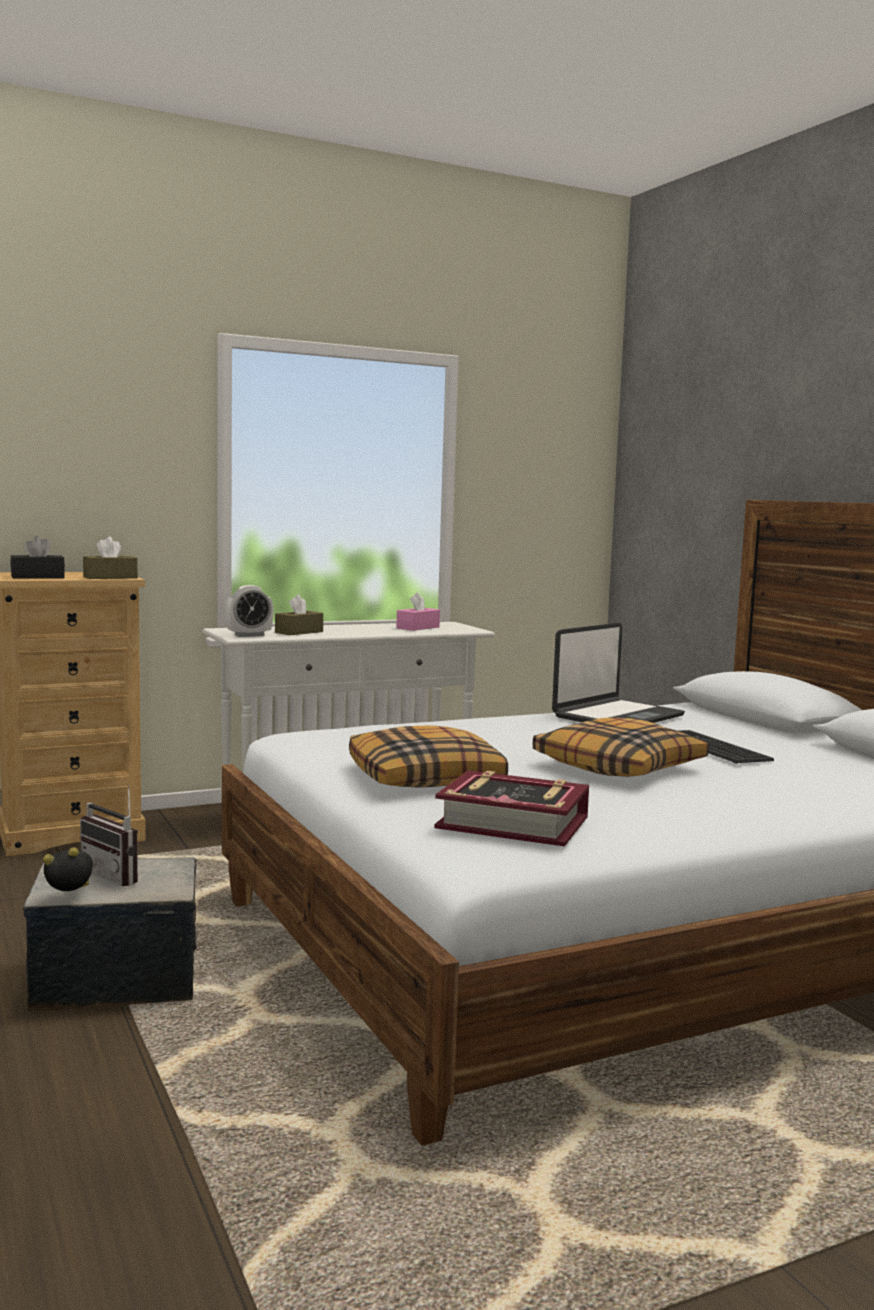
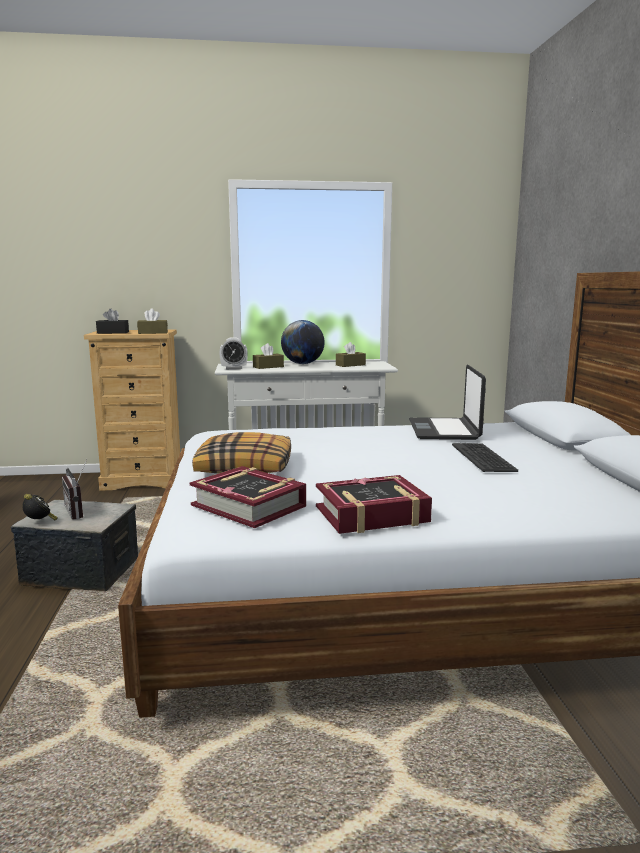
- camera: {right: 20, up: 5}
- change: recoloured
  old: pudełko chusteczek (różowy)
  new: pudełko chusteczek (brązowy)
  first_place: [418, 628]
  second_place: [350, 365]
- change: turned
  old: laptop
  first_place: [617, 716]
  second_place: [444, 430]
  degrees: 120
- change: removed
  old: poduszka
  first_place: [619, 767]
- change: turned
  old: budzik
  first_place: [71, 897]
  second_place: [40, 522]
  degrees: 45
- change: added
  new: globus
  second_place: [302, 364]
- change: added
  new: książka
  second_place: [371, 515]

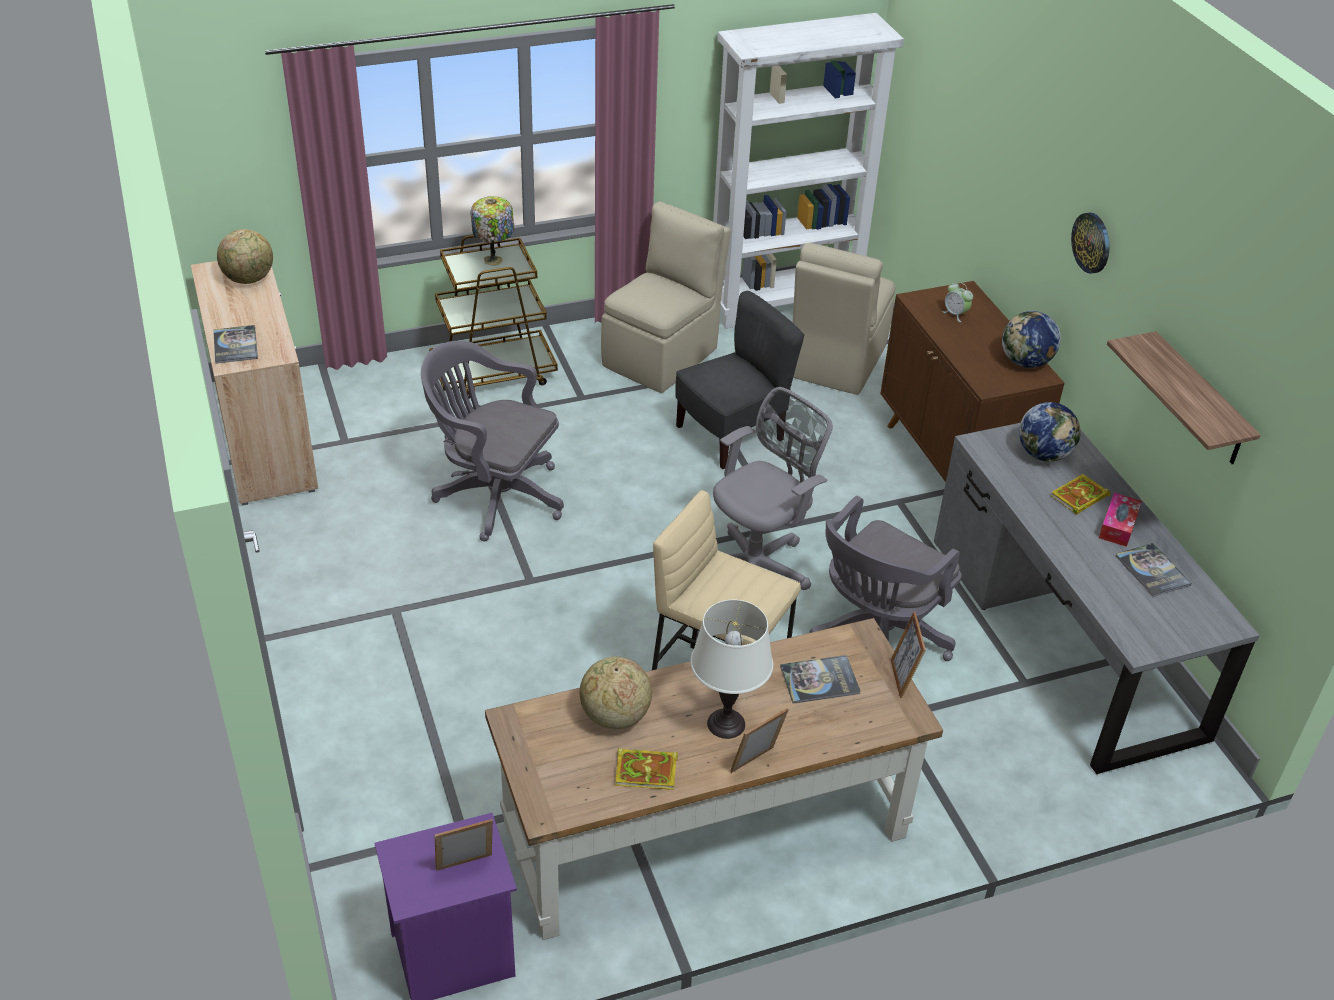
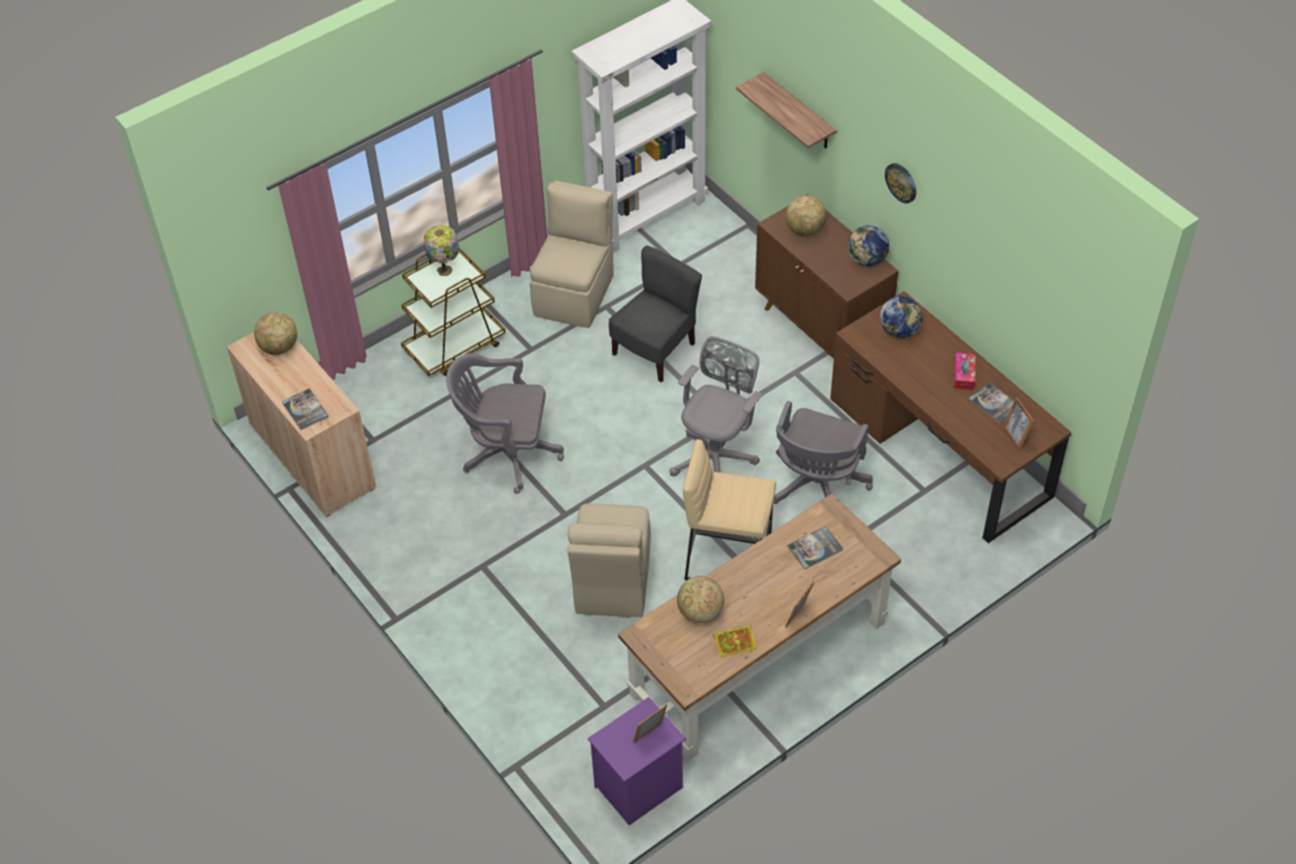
- camera: {right: -15, up: 10}
- change: moved
  old: krzesło (beżowy)
  first_place: [835, 362]
  second_place: [612, 582]
- change: replaced
  old: budzik
  new: globus
  first_place: [955, 314]
  second_place: [805, 230]
- change: moved
  old: półka
  first_place: [1199, 401]
  second_place: [799, 112]
- change: recoloured
  old: biurko (szary)
  new: biurko (brązowy)
  first_place: [1064, 636]
  second_place: [939, 448]
- change: removed
  old: książka
  first_place: [1078, 497]
- change: removed
  old: lampa stołowa (biały)
  first_place: [726, 723]
- change: moved
  old: ramka na zdjęcie
  first_place: [902, 678]
  second_place: [1014, 437]

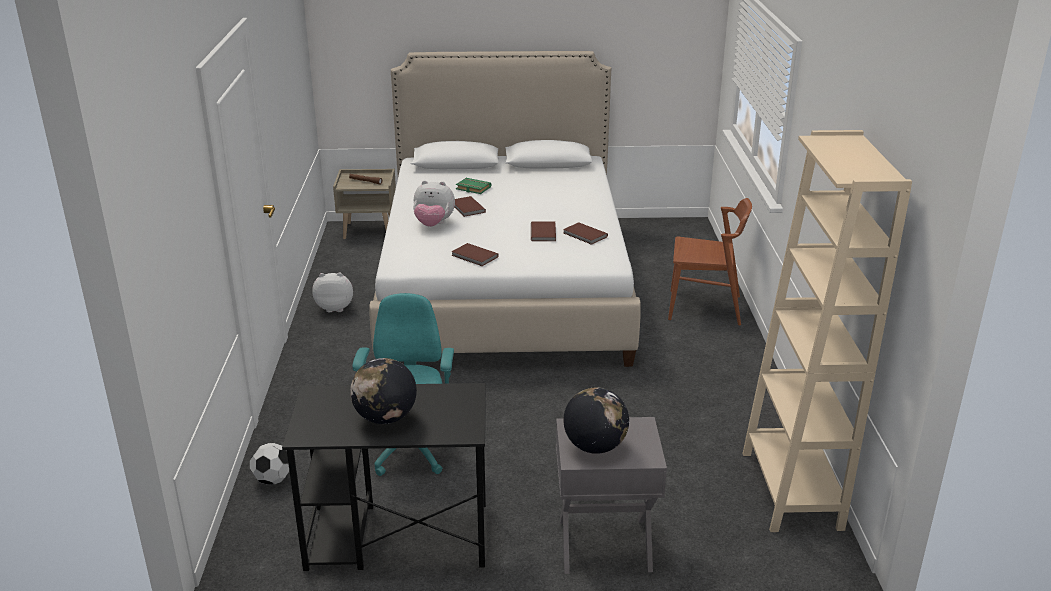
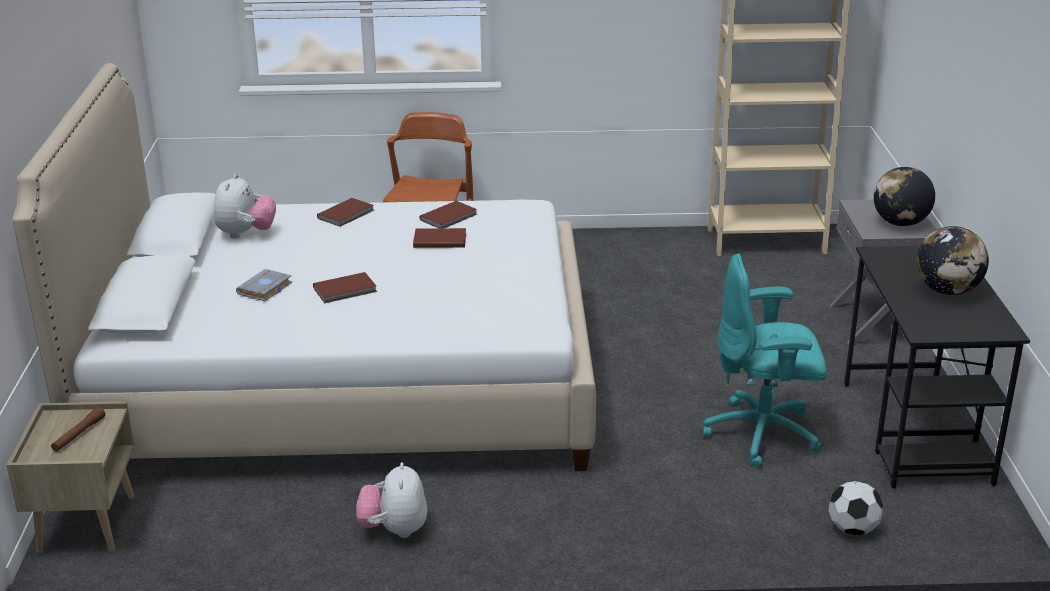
- camera: {right: -90, up: 0}
- change: recoloured
  old: książka (zielony)
  new: książka (szary)
  first_place: [472, 188]
  second_place: [265, 289]
- change: moved
  old: pluszak
  first_place: [433, 224]
  second_place: [245, 234]
- change: moved
  old: książka (brązowy)
  first_place: [474, 256]
  second_place: [347, 214]

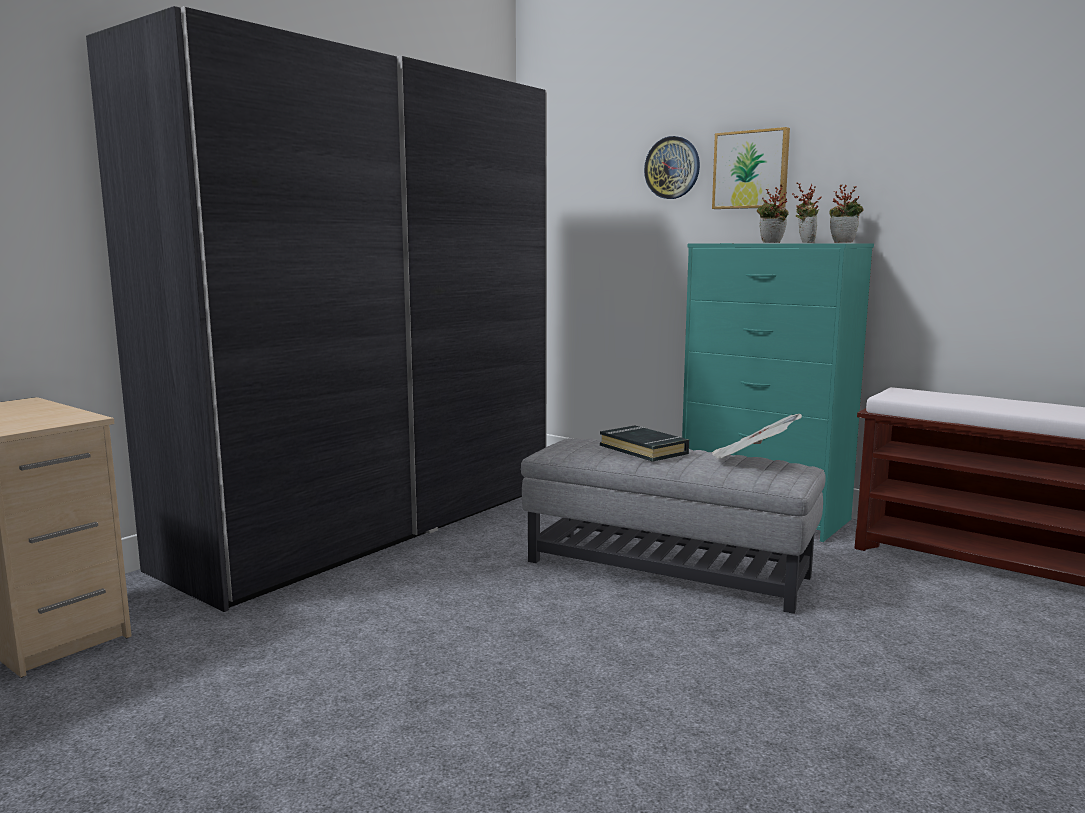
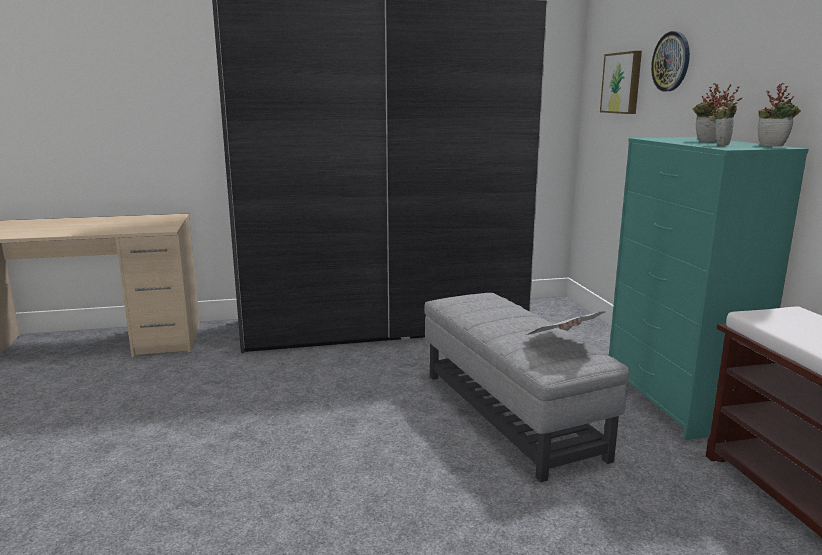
- camera: {right: 40, up: 5}
- change: moved
  old: obraz
  first_place: [751, 170]
  second_place: [622, 83]
- change: removed
  old: książka (czarny)
  first_place: [644, 449]

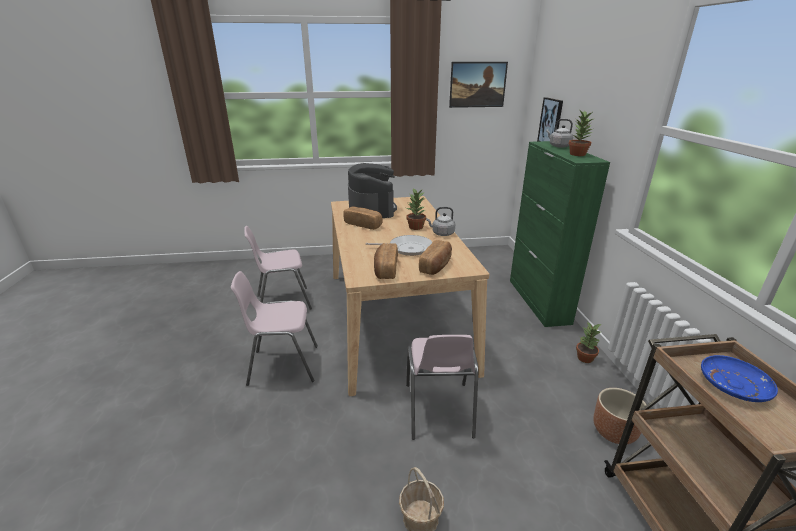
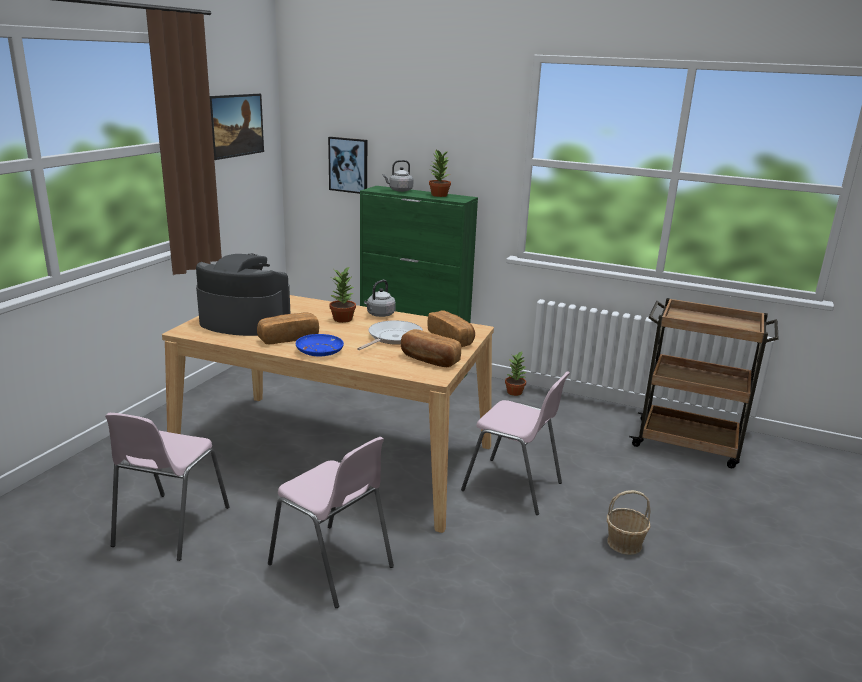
- camera: {right: -60, up: -5}
- change: turned
  old: krzesło (różowy)
  first_place: [283, 365]
  second_place: [332, 566]
  degrees: -75
- change: moved
  old: talerz (niebieski)
  first_place: [733, 385]
  second_place: [319, 351]
- change: removed
  old: donica (brązowy)
  first_place: [614, 432]

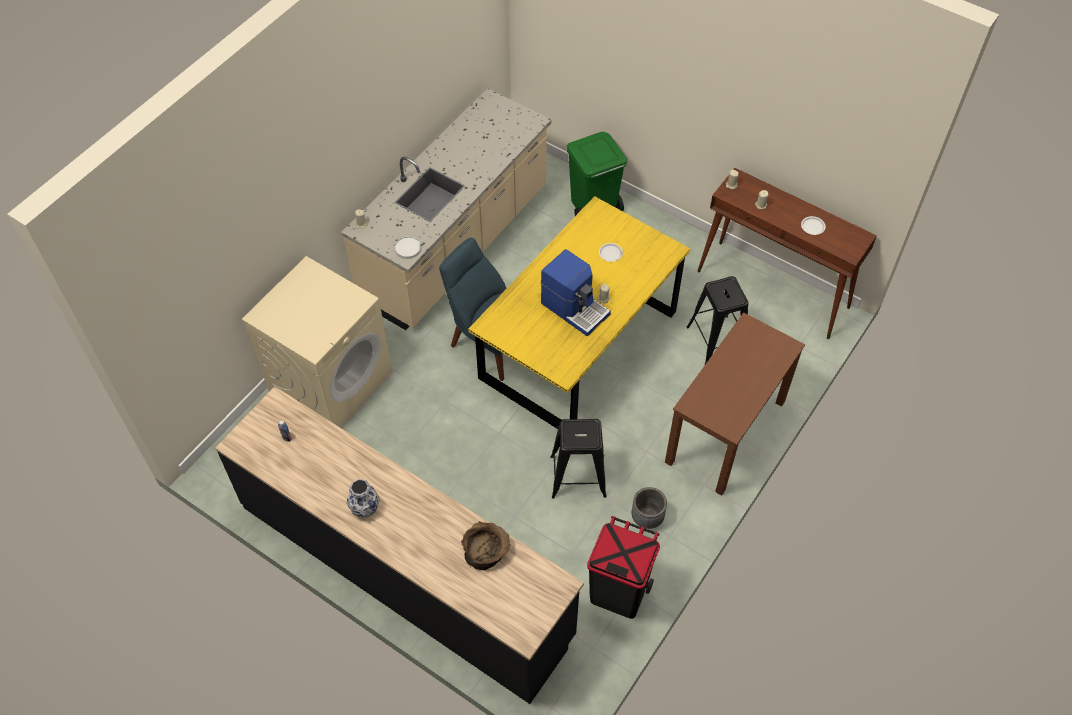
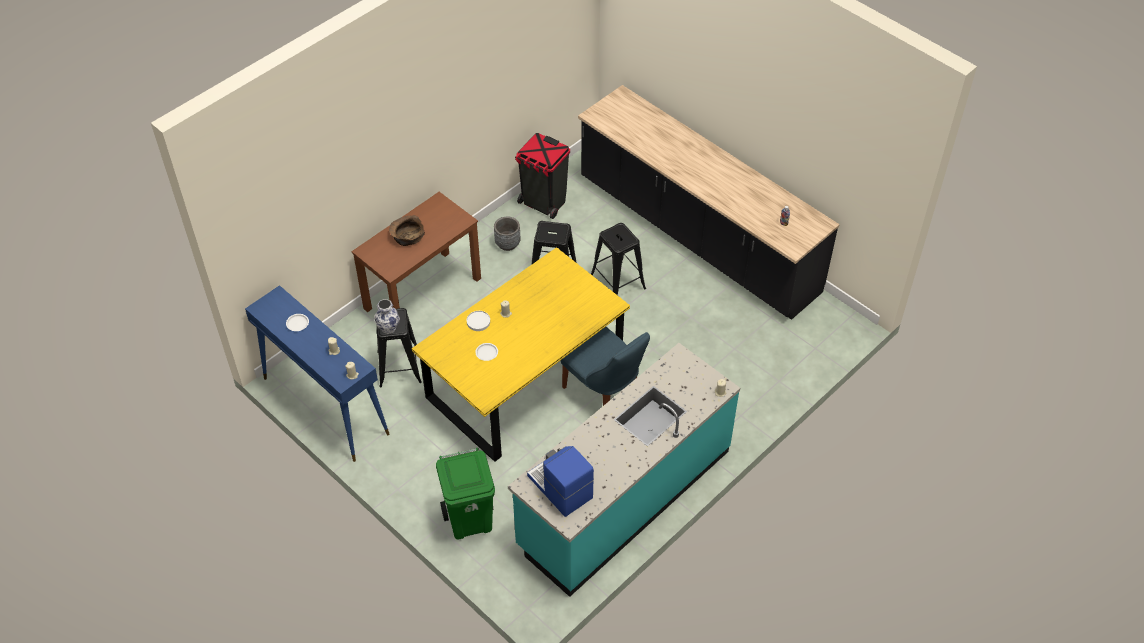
- camera: {right: -170, up: -5}
- change: recoloured
  old: zabudowa kuchenna (beżowy)
  new: zabudowa kuchenna (turkusowy)
  first_place: [456, 246]
  second_place: [623, 498]
- change: recoloured
  old: stolik konsolowy (brązowy)
  new: stolik konsolowy (niebieski)
  first_place: [773, 289]
  second_place: [325, 405]
- change: moved
  old: talerz (biały)
  first_place: [407, 249]
  second_place: [478, 322]
- change: moved
  old: ekspres do kawy
  first_place: [575, 308]
  second_place: [559, 488]
- change: removed
  old: pralka (beżowy)
  first_place: [331, 382]
- change: moved
  old: wazon
  first_place: [365, 509]
  second_place: [388, 327]
- change: moved
  old: miska (brązowy)
  first_place: [486, 550]
  second_place: [408, 237]
- change: added
  new: stołek (czarny)
  second_place: [617, 282]

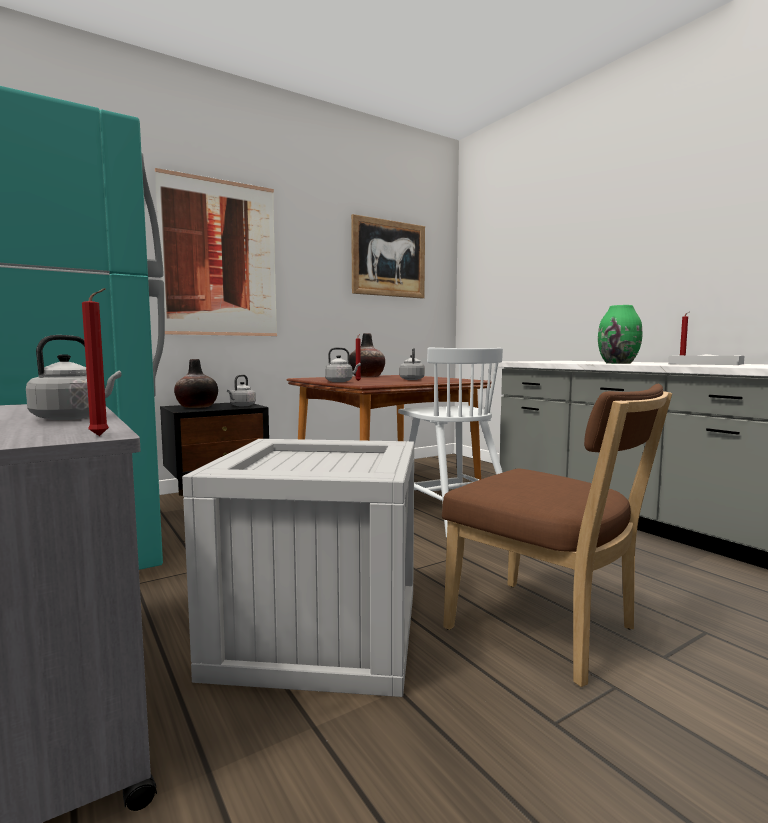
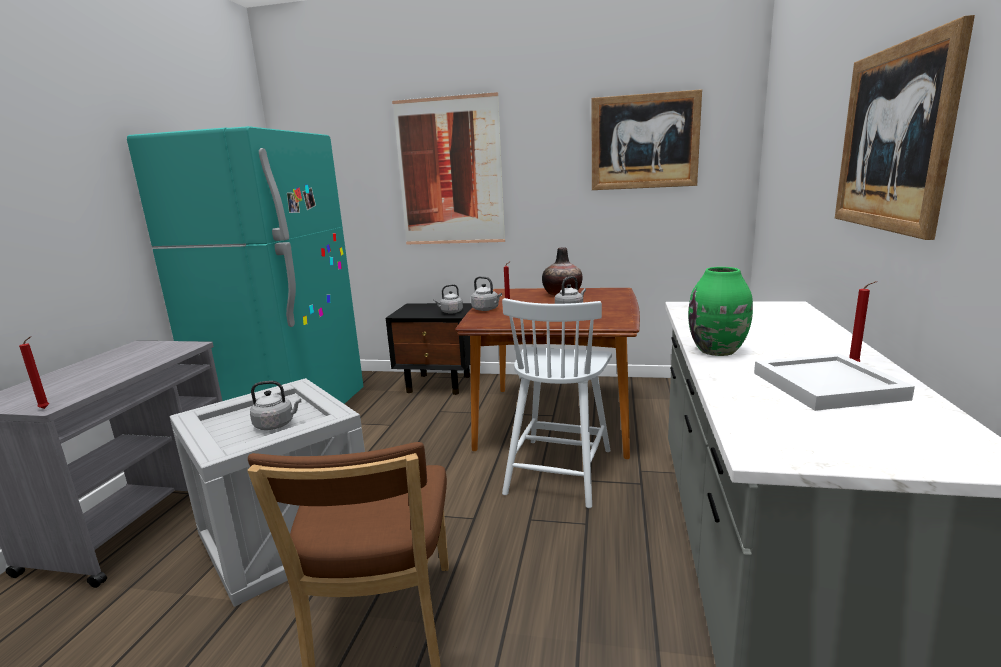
- camera: {right: 45, up: 10}
- change: moved
  old: czajnik (szary)
  first_place: [73, 417]
  second_place: [276, 425]
- change: removed
  old: wazon
  first_place: [197, 407]
- change: added
  new: obraz
  second_place: [893, 139]

